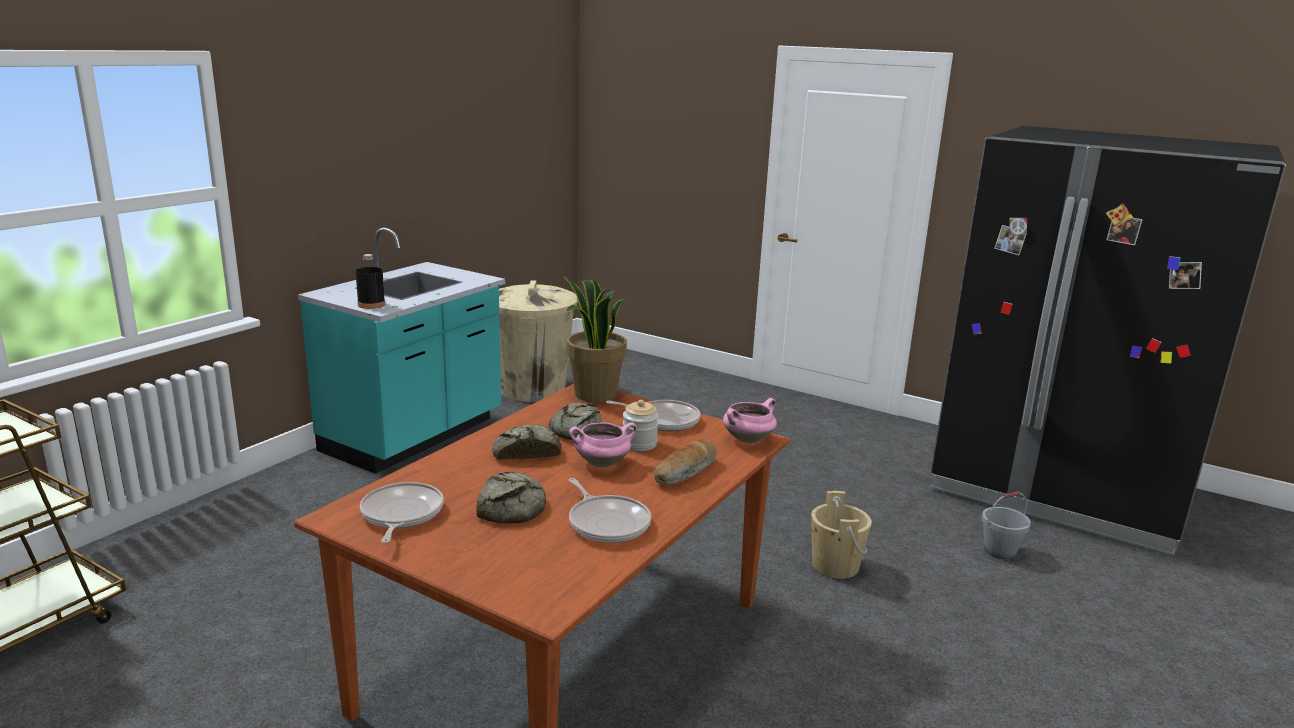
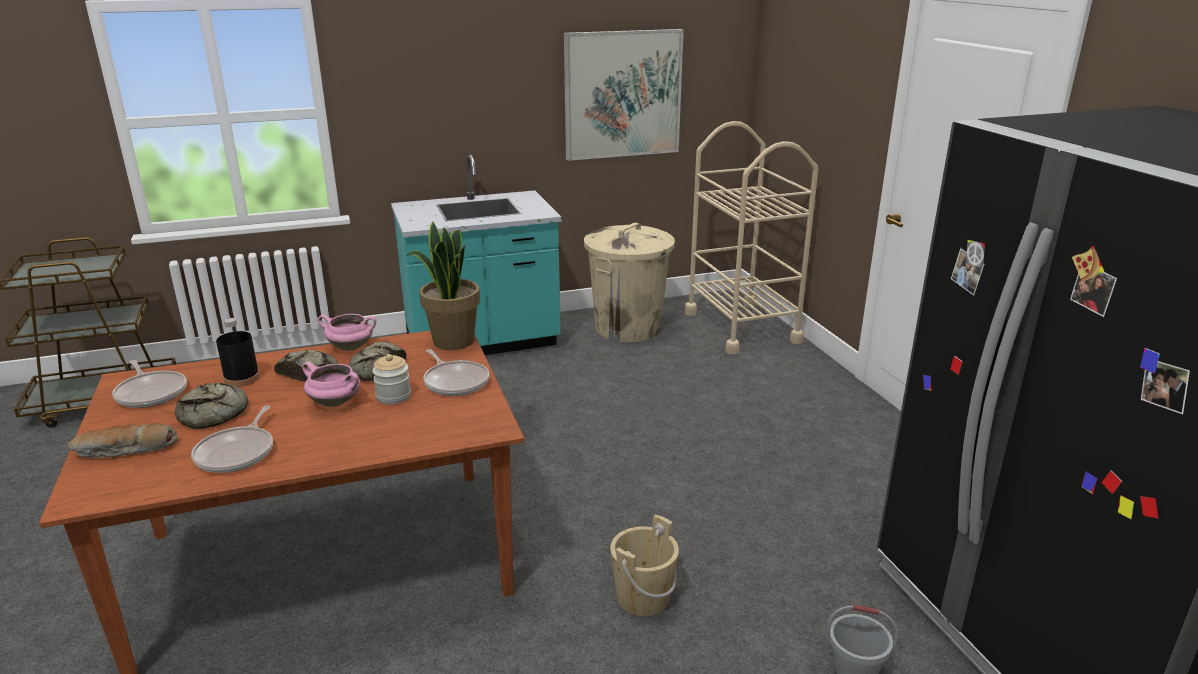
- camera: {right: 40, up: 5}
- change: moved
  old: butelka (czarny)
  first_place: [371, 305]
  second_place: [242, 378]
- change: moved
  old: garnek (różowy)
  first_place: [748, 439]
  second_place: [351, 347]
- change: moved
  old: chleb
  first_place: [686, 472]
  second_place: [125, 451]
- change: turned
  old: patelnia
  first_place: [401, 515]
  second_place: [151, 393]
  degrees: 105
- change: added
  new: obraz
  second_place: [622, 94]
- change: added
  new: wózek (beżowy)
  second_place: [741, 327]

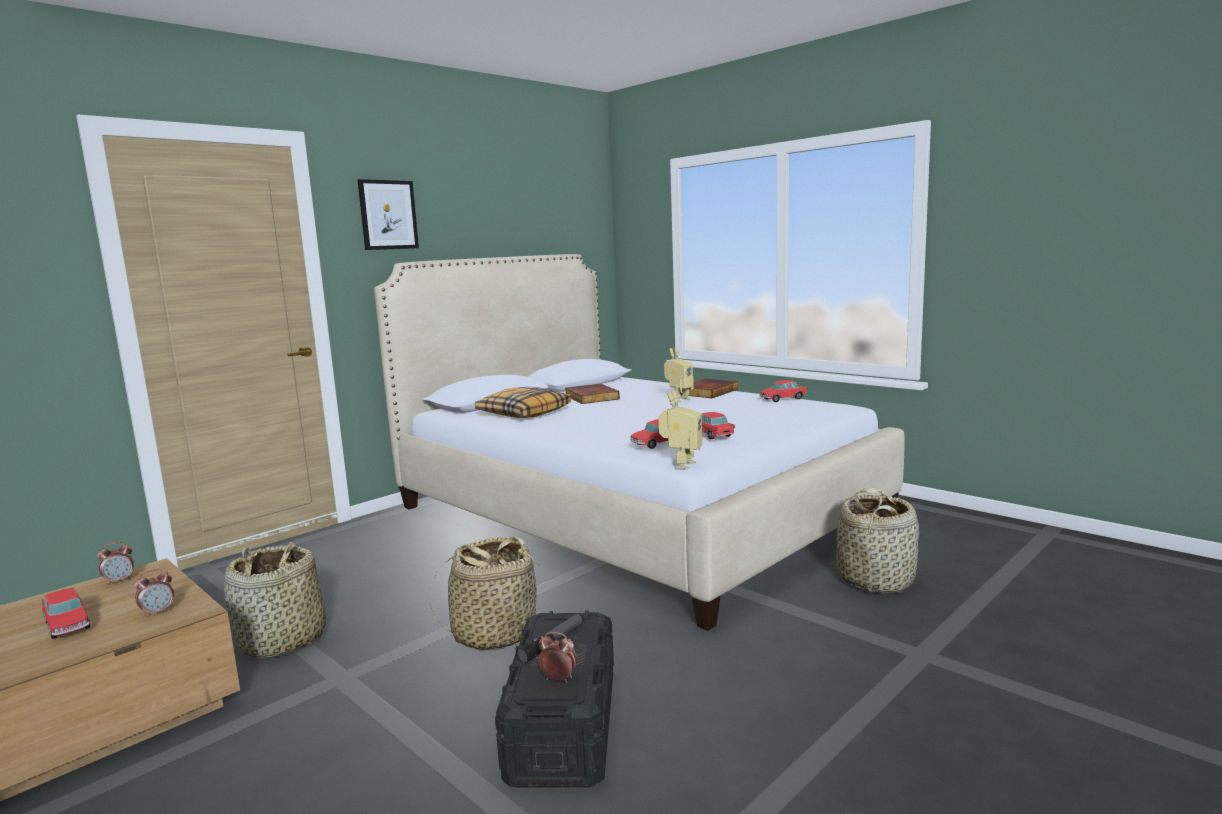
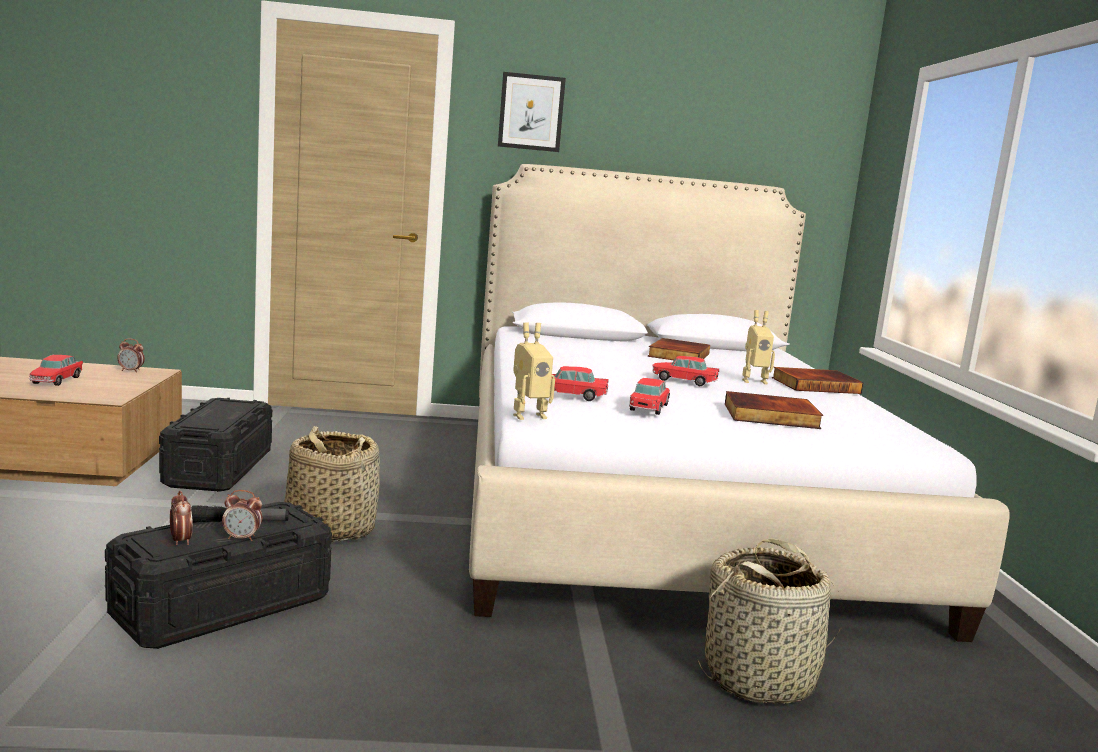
- camera: {right: 40, up: 0}
- change: moved
  old: samochodzik
  first_place: [782, 399]
  second_place: [683, 381]
- change: removed
  old: poduszka
  first_place: [524, 413]
- change: replaced
  old: koszyk
  new: pojemnik do przechowywania (czarny)
  first_place: [282, 641]
  second_place: [218, 468]
- change: moved
  old: budzik
  first_place: [158, 612]
  second_place: [242, 538]
- change: added
  new: książka
  second_place: [770, 416]

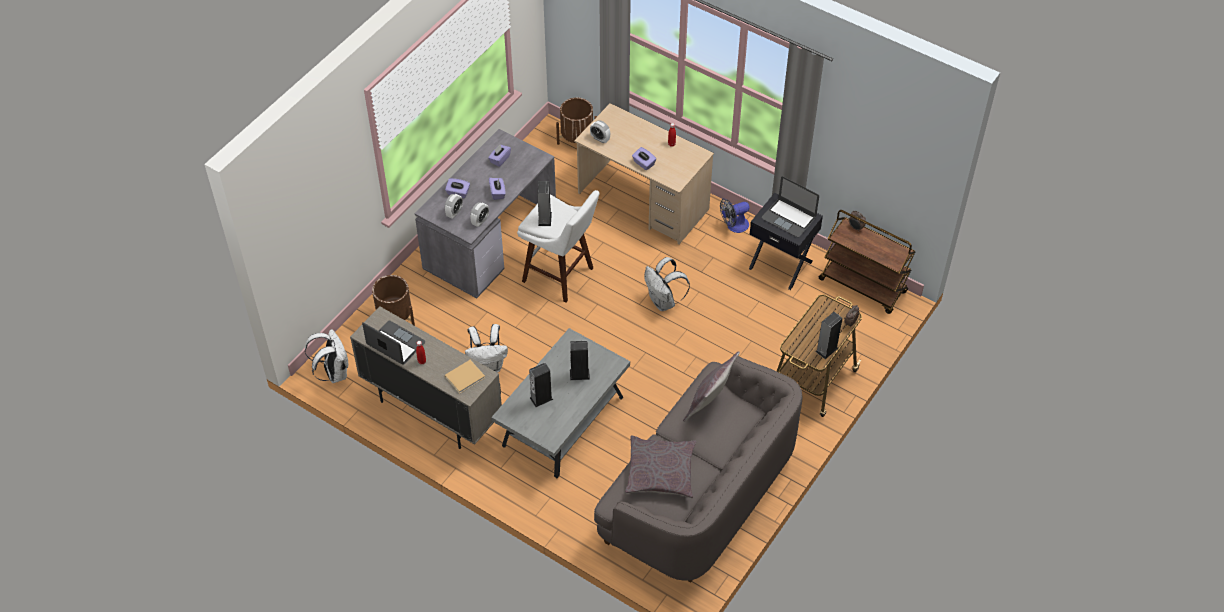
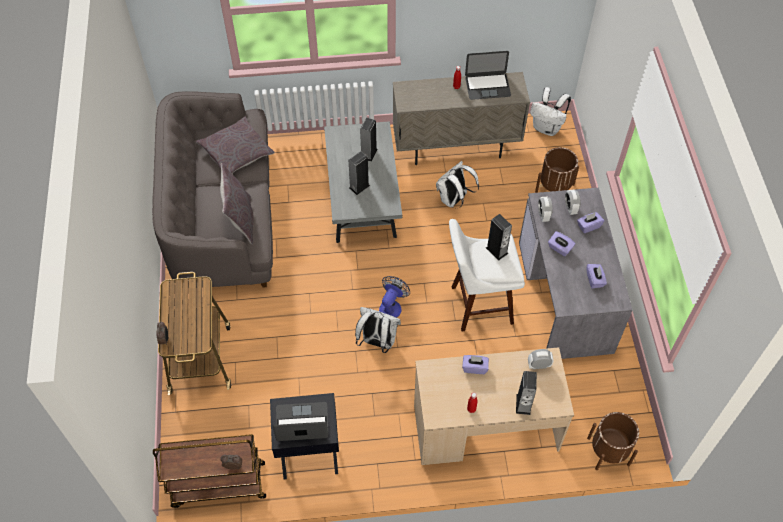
- camera: {right: 140, up: 5}
- change: moved
  old: wentylator
  first_place: [734, 226]
  second_place: [392, 306]
- change: moved
  old: głośnik
  first_place: [826, 349]
  second_place: [523, 404]
- change: removed
  old: książka (beżowy)
  first_place: [466, 377]

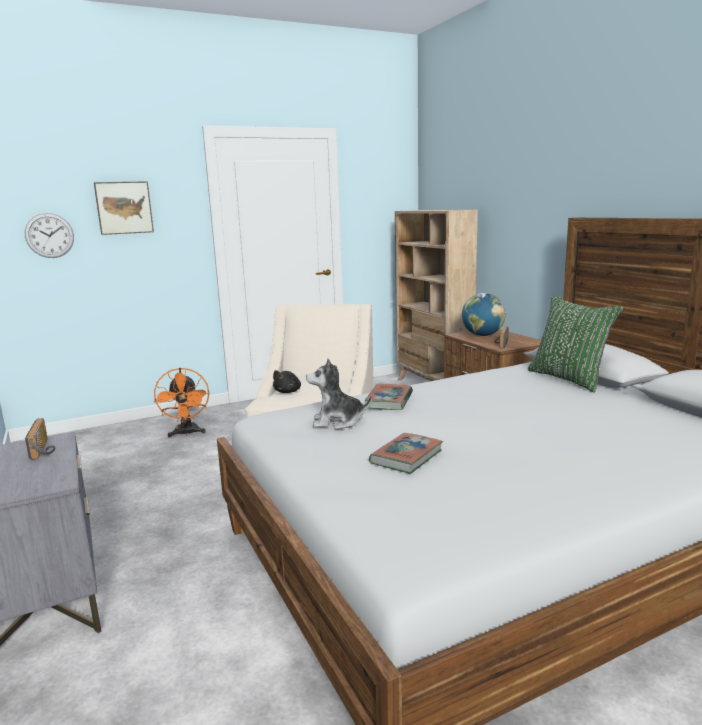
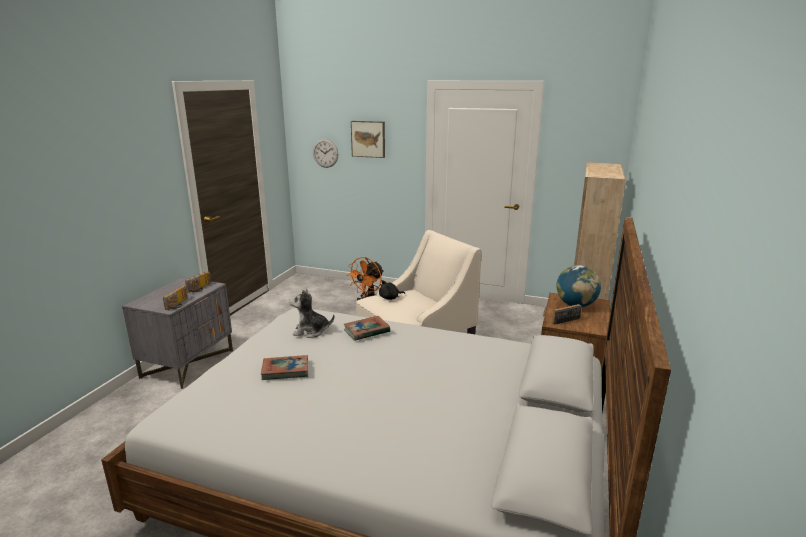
- camera: {right: 45, up: 5}
- change: removed
  old: poduszka (zielony)
  first_place: [569, 378]
- change: turned
  old: pluszak
  first_place: [337, 422]
  second_place: [311, 331]
  degrees: -45
- change: added
  new: radio
  second_place: [178, 304]

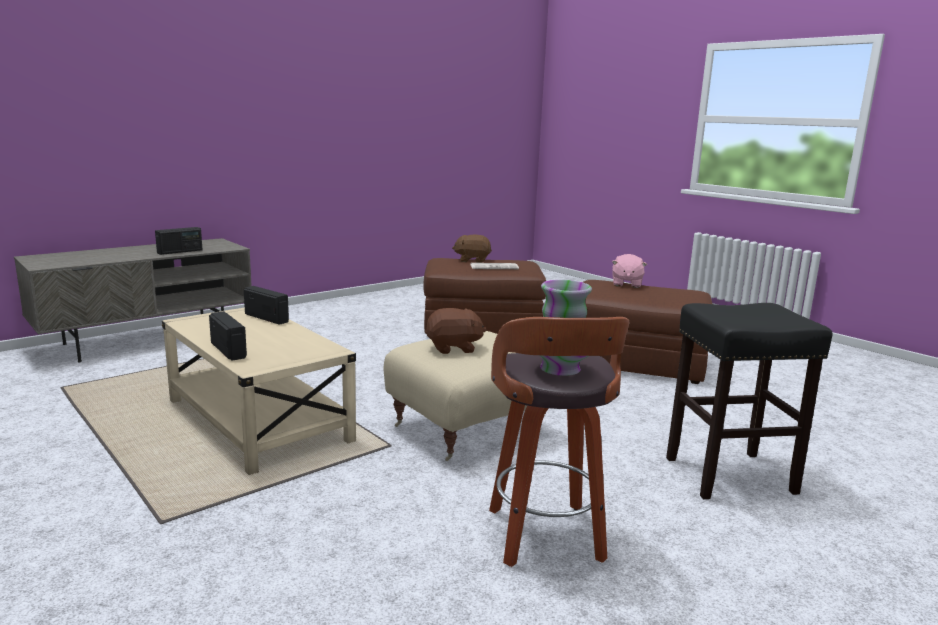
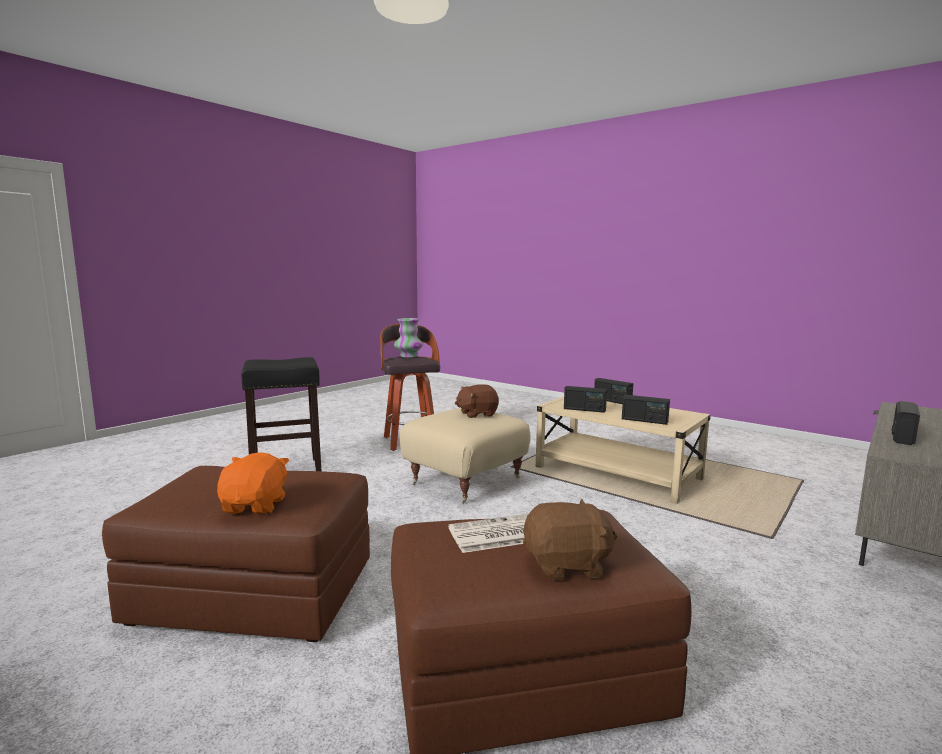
- camera: {right: 170, up: -5}
- change: recoloured
  old: pluszak (różowy)
  new: pluszak (pomarańczowy)
  first_place: [626, 284]
  second_place: [255, 506]
- change: added
  new: radio
  second_place: [584, 409]

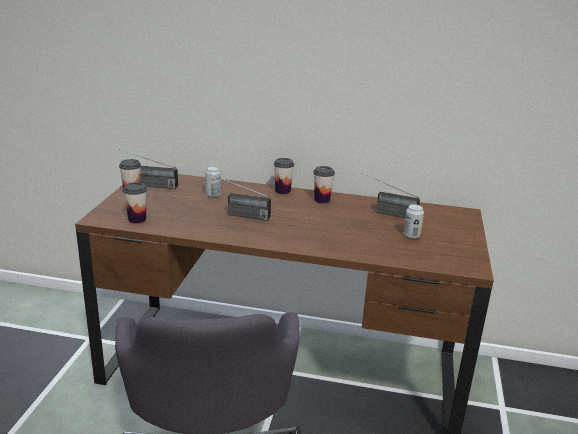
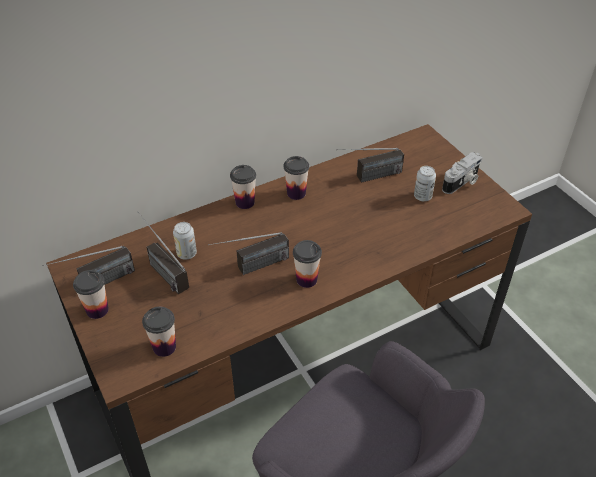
- camera: {right: -40, up: 20}
- change: added
  new: aparat fotograficzny
  second_place: [462, 182]
- change: added
  new: radio
  second_place: [160, 269]
- change: added
  new: filiżanka
  second_place: [306, 279]

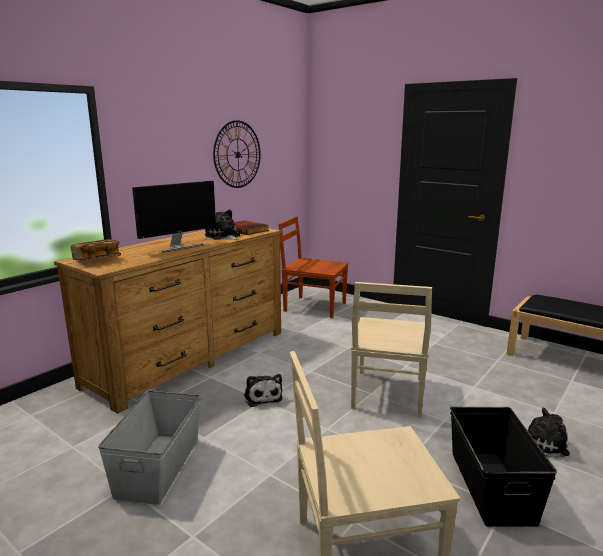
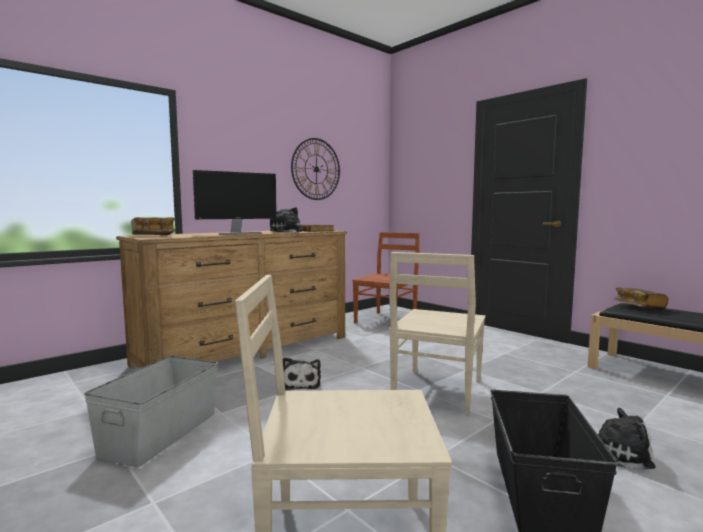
- camera: {right: 10, up: -10}
- change: turned
  old: krzesło (brązowy)
  first_place: [313, 307]
  second_place: [386, 320]
  degrees: 90
- change: added
  new: książka
  second_place: [639, 307]

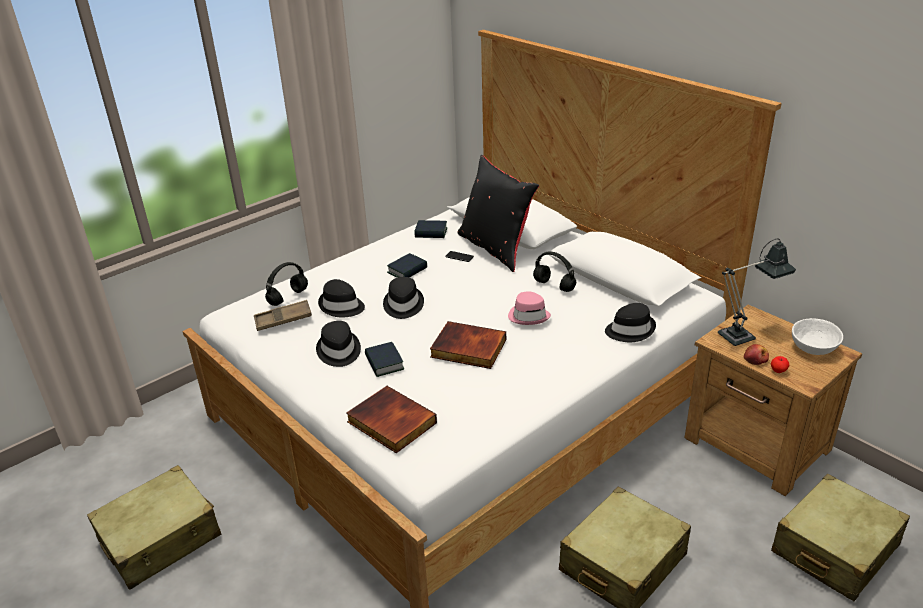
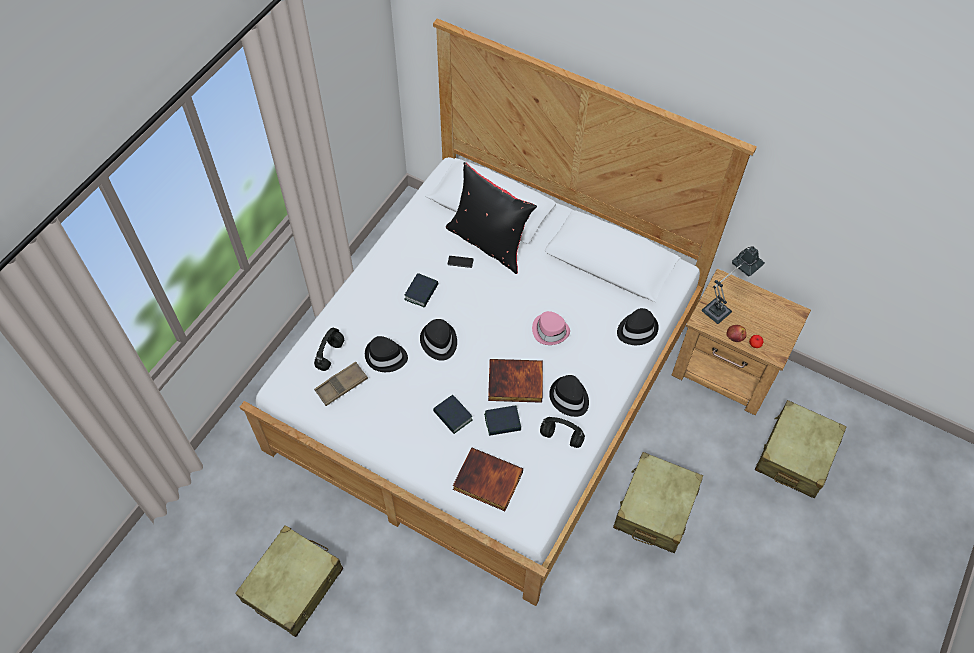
- camera: {right: -20, up: 25}
- change: moved
  old: książka
  first_place: [431, 233]
  second_place: [502, 423]
- change: moved
  old: słuchawki (czarny)
  first_place: [555, 286]
  second_place: [562, 437]
- change: removed
  old: miska (biały)
  first_place: [813, 347]
- change: moved
  old: kapelusz (czarny)
  first_place: [338, 351]
  second_place: [569, 398]

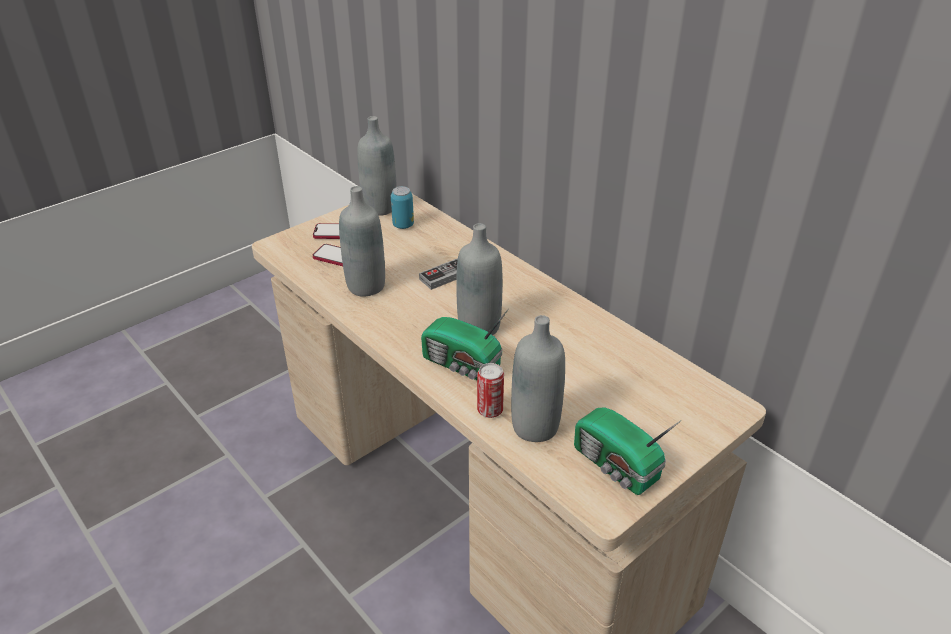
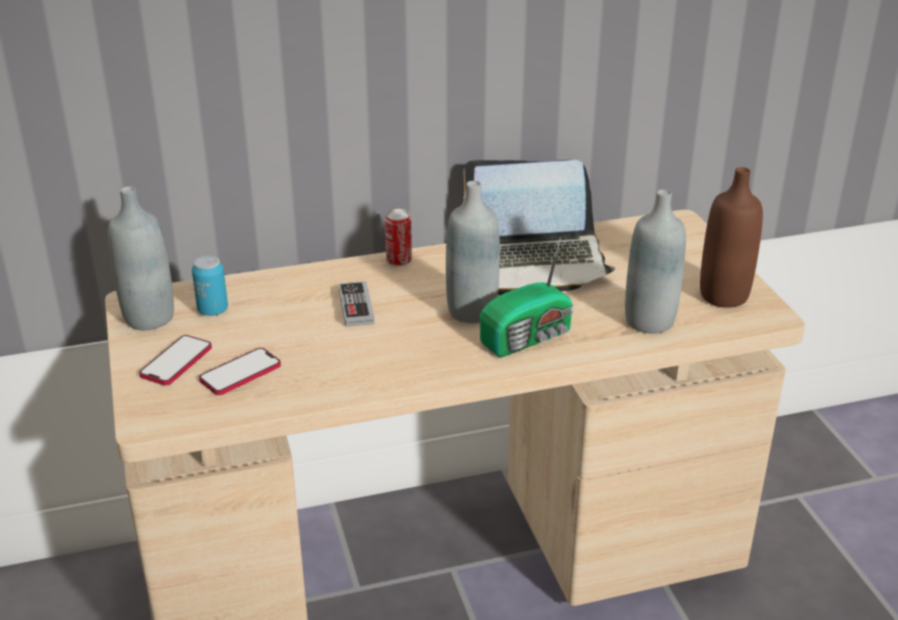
- camera: {right: -65, up: -5}
- change: removed
  old: butelka (szary)
  first_place: [366, 286]
- change: moved
  old: puszka
  first_place: [490, 410]
  second_place: [399, 261]
- change: replaced
  old: radio
  new: butelka (brązowy)
  first_place: [616, 467]
  second_place: [723, 296]
- change: added
  new: laptop
  second_place: [536, 263]

